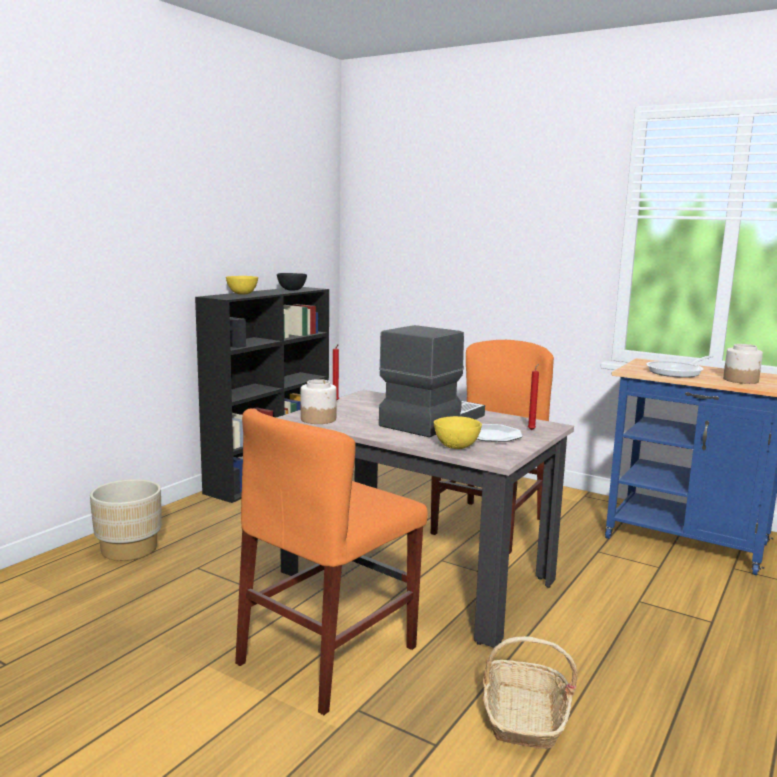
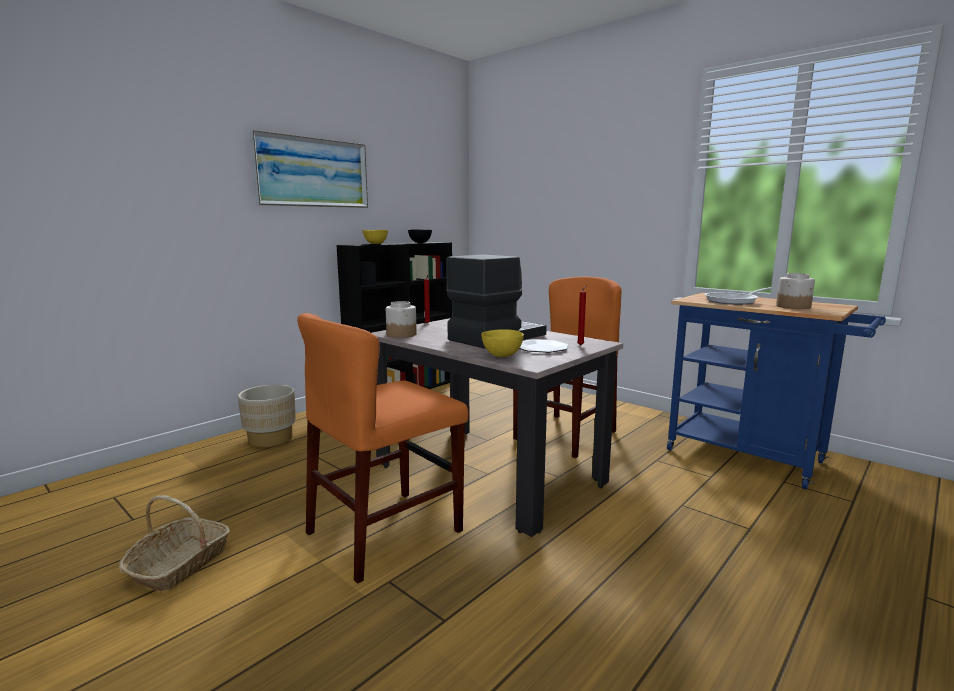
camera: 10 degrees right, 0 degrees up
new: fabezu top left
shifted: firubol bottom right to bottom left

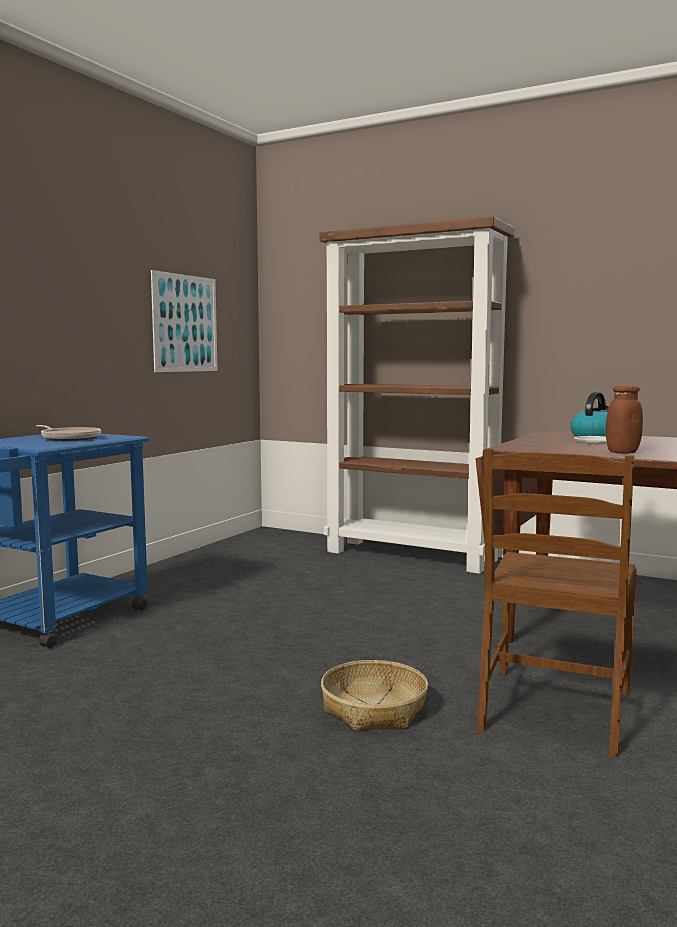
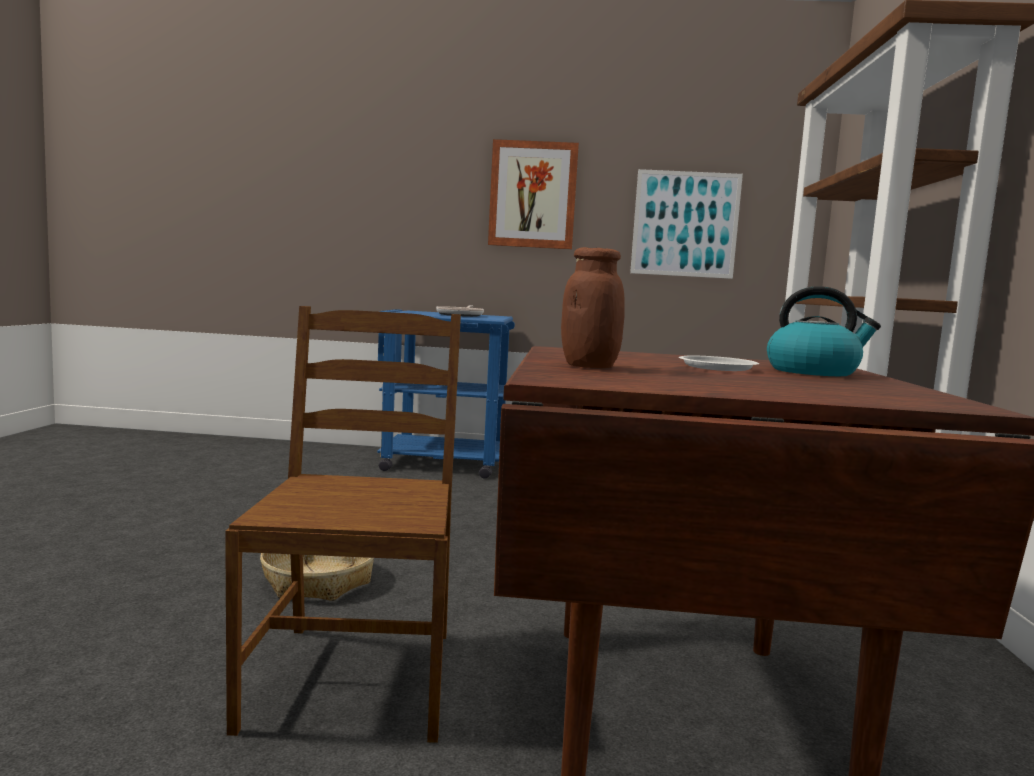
camera: 65 degrees right, 0 degrees up
new: fabezu (no. 1 from left) top centre
rotated: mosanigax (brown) middle right = bottom left 90 degrees clockwise

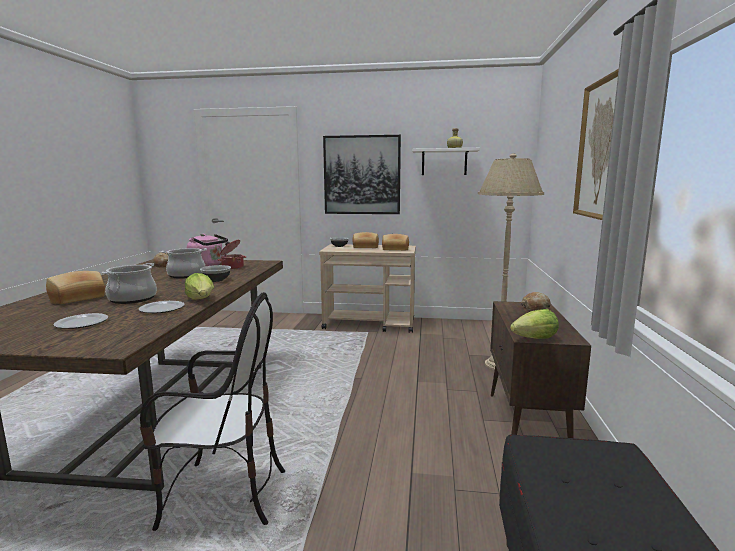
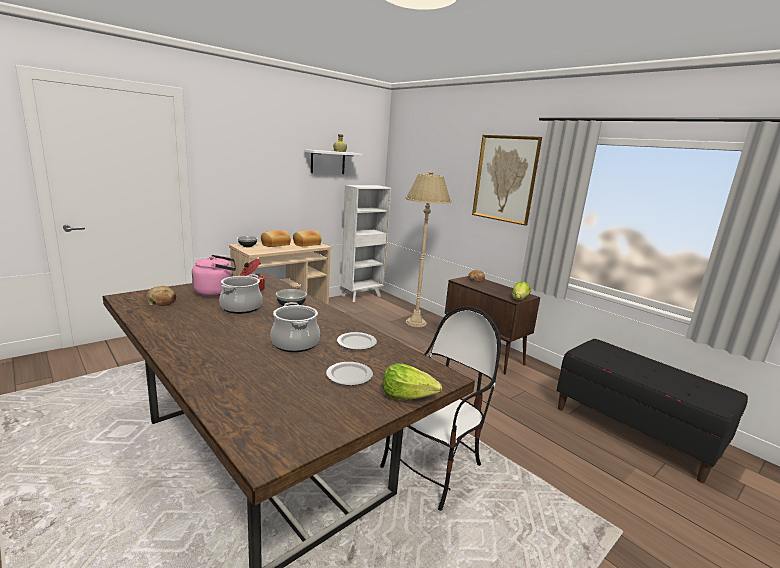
camera: 50 degrees left, 5 degrees up
gone: fabezu (no. 1 from left) top centre; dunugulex (no. 1 from left) middle left
new: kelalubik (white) centre
shifted: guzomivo (no. 1 from left) middle left to bottom centre

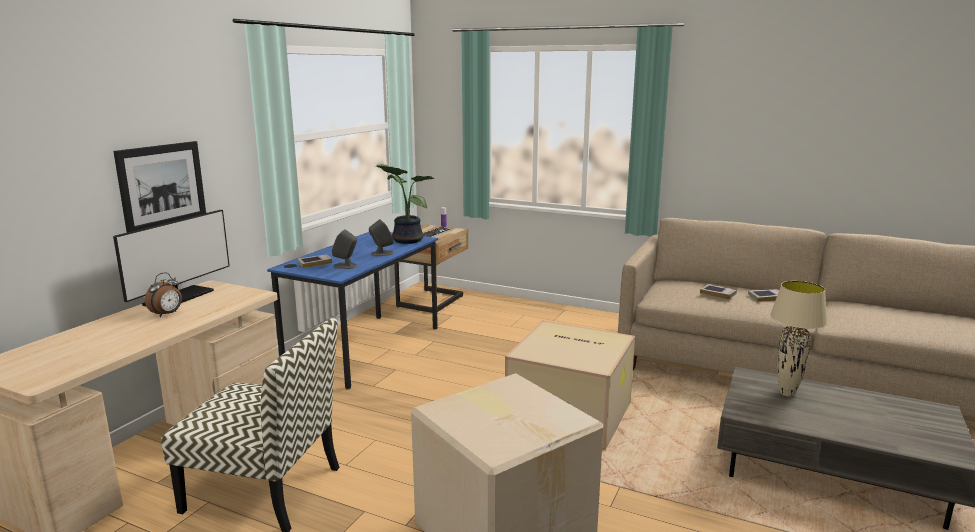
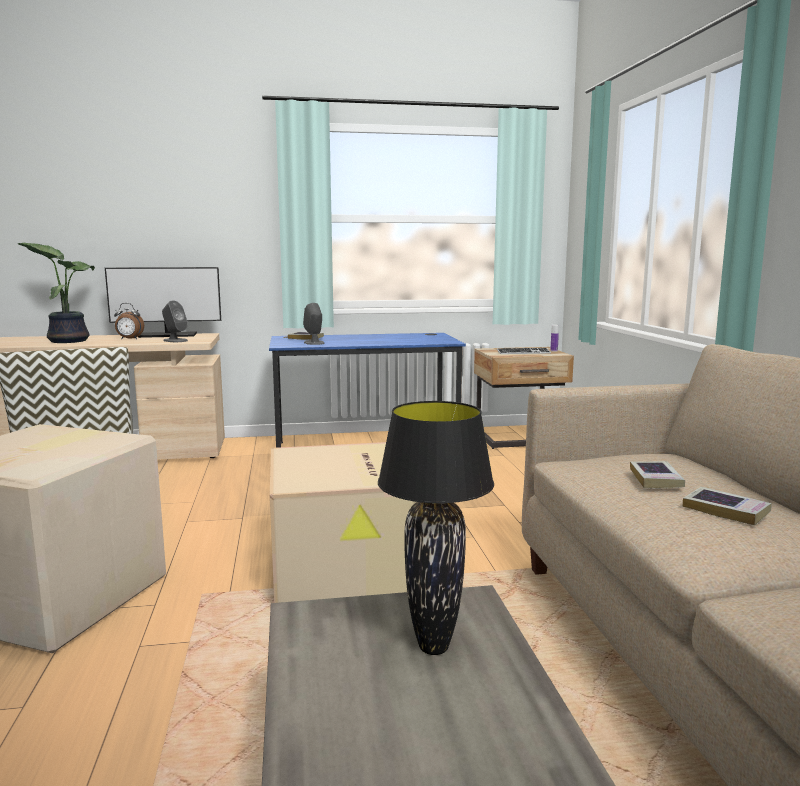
camera: 55 degrees right, 5 degrees down
gone: fabezu middle left
shifted: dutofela centre to middle left; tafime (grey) (no. 2 from left in the first image) centre to tafime (grey) (no. 1 from left) middle left
repainted: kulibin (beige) middle right to kulibin (black) bottom centre

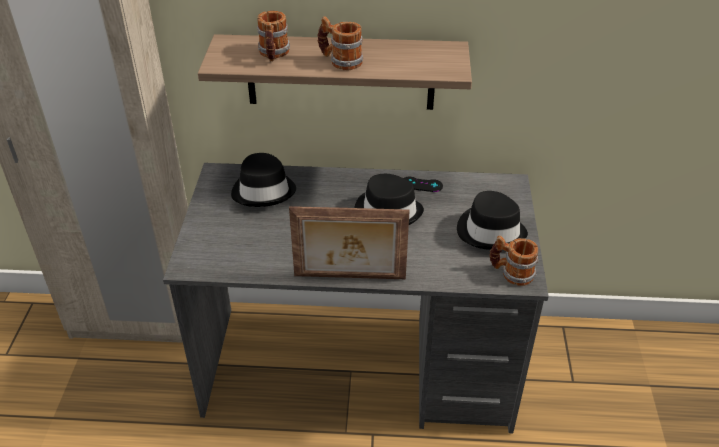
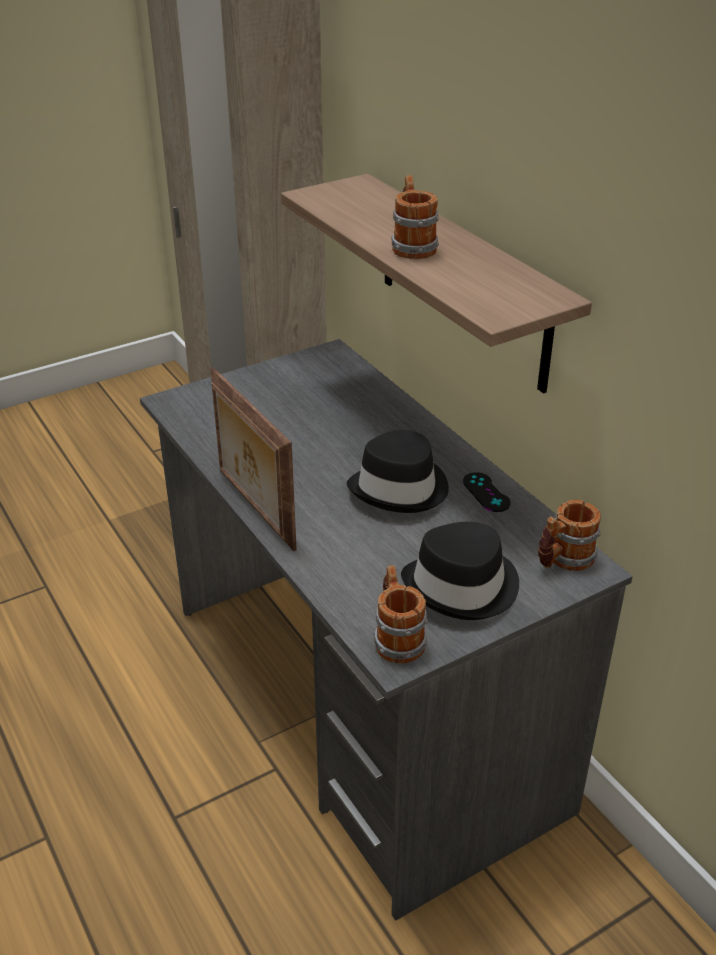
camera: 55 degrees right, 5 degrees down
gone: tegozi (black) (no. 1 from left) centre
shifted: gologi (no. 1 from left in the first image) top centre to gologi (no. 3 from left) middle right

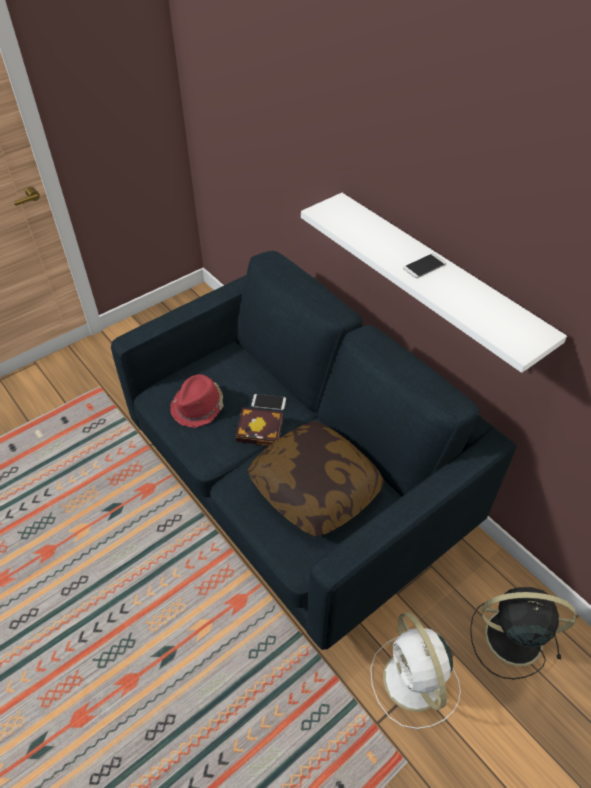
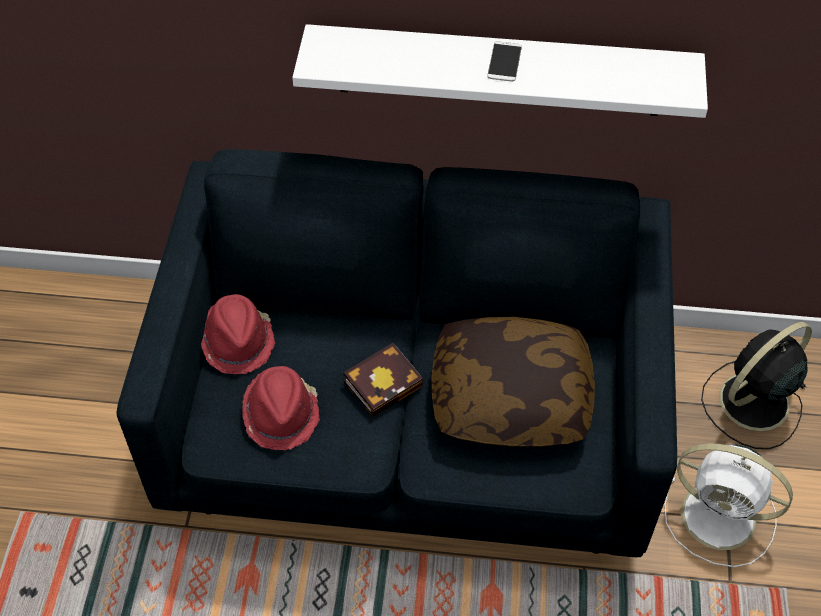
camera: 45 degrees left, 5 degrees up
gone: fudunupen (no. 1 from left) centre
new: tegozi (red) (no. 1 from left) middle left

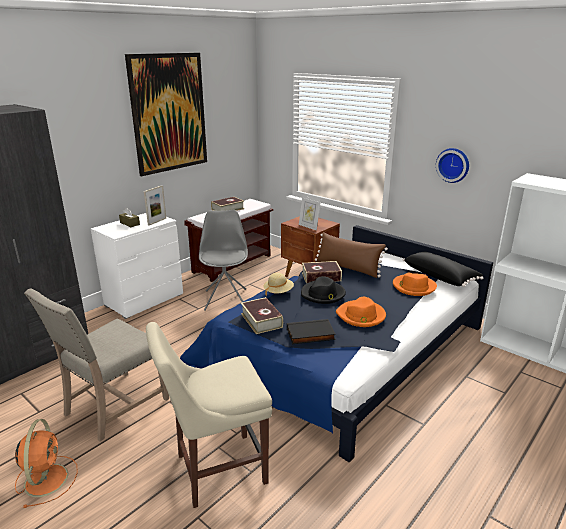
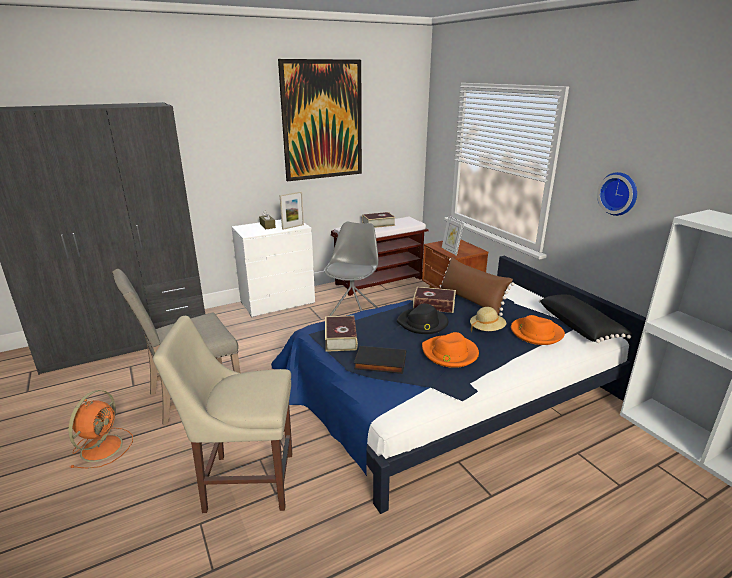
camera: 20 degrees right, 0 degrees up
shifted: tegozi (beige) centre to middle right

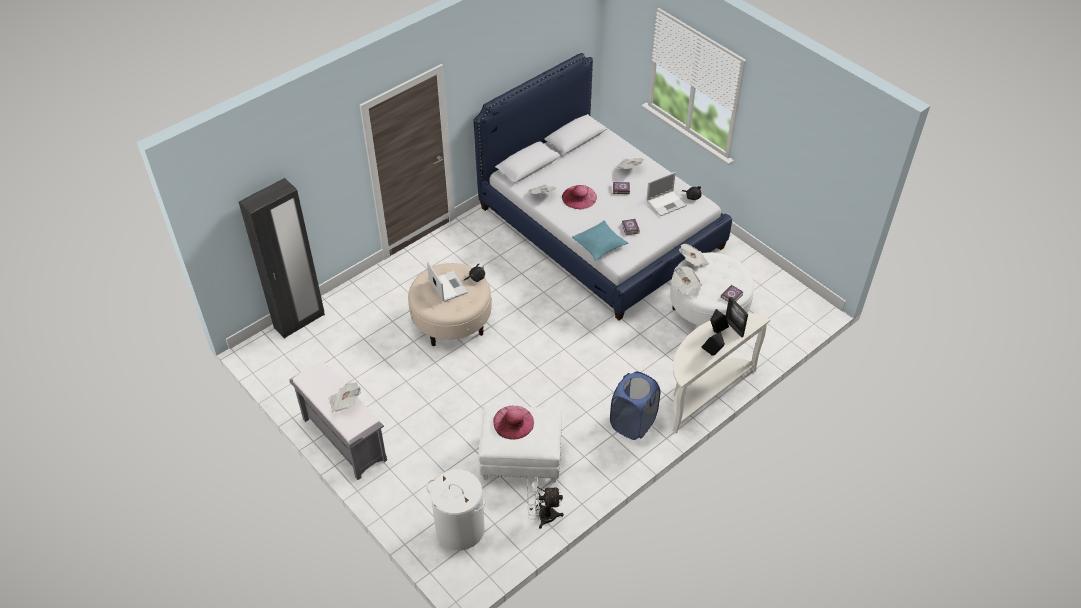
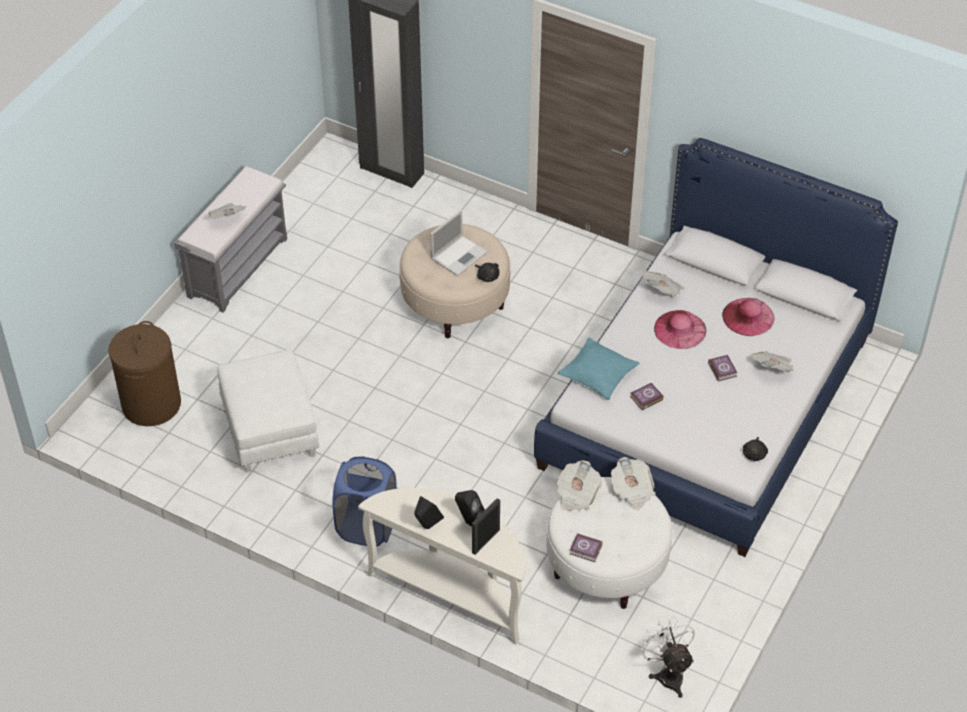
camera: 70 degrees right, 0 degrees up
gone: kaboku (no. 2 from left) top centre
shifted: tegozi (pink) (no. 1 from left in the first image) bottom centre to tegozi (pink) (no. 2 from left) middle right; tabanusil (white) bottom centre to bottom right
repainted: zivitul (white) bottom centre to zivitul (brown) middle left

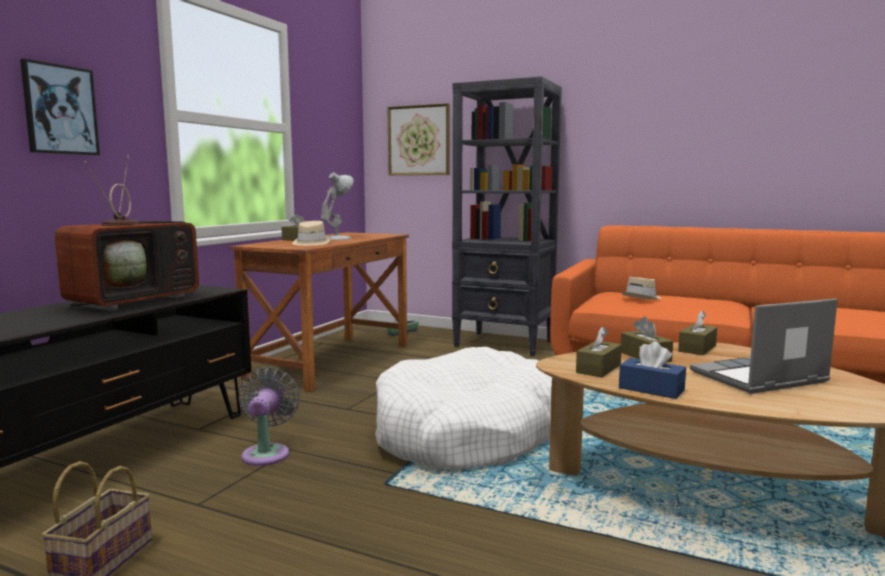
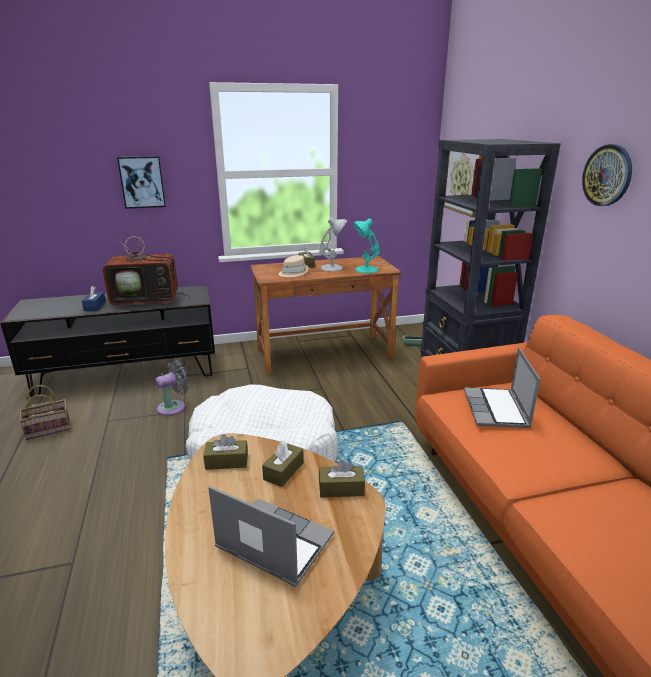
camera: 50 degrees right, 15 degrees up
new: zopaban top right; kulibin (turquoise) centre
shifted: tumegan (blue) middle right to middle left
swapped: tegozi (beige) (no. 2 from left) middle right to kaboku (no. 2 from left) middle right

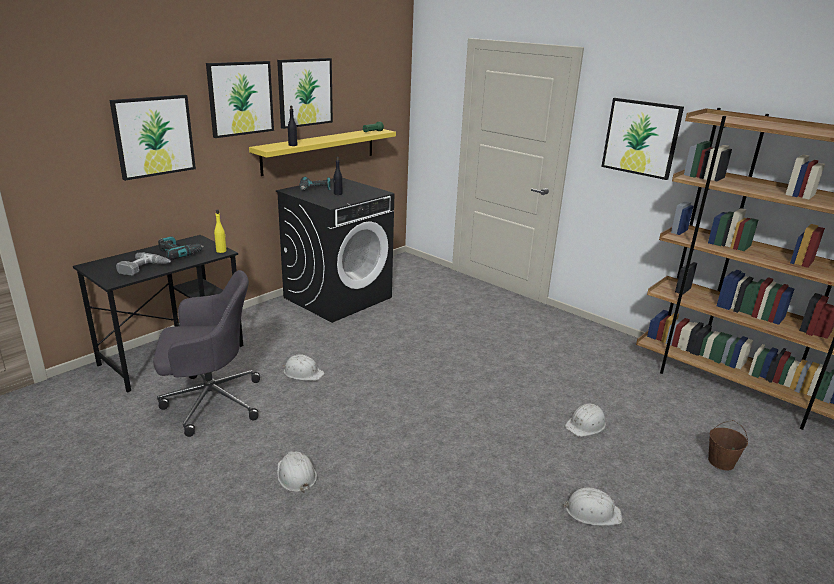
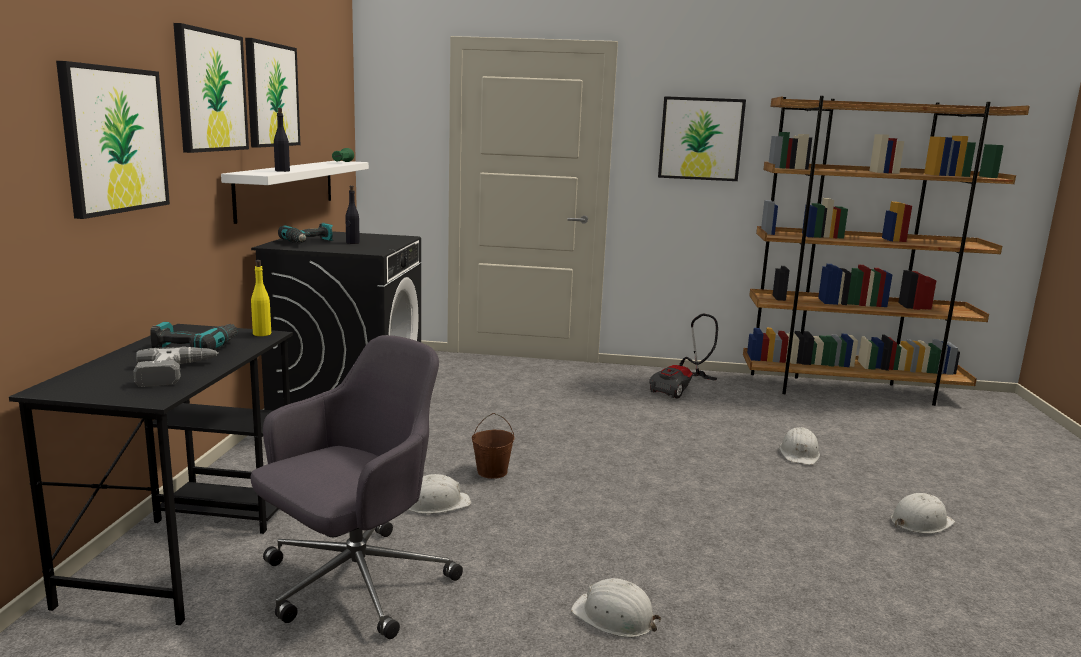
camera: 35 degrees left, 10 degrees down
new: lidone centre
shifted: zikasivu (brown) bottom right to bottom centre
repainted: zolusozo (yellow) top centre to zolusozo (white) top left

